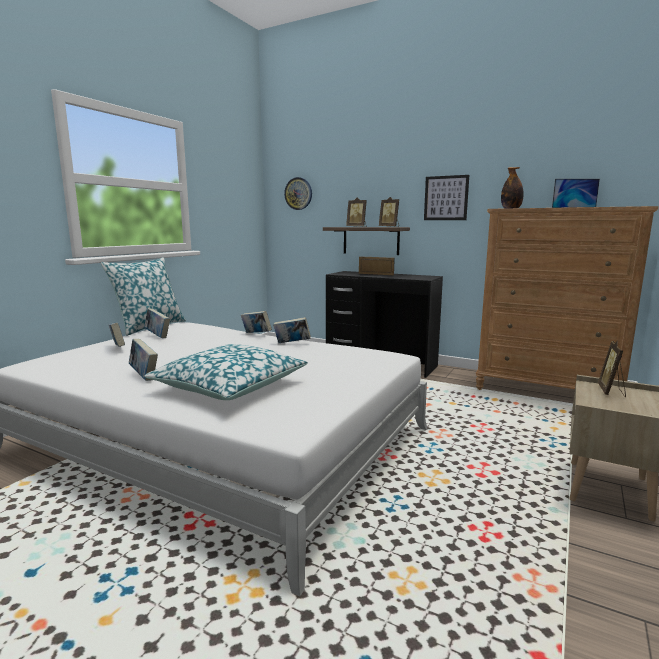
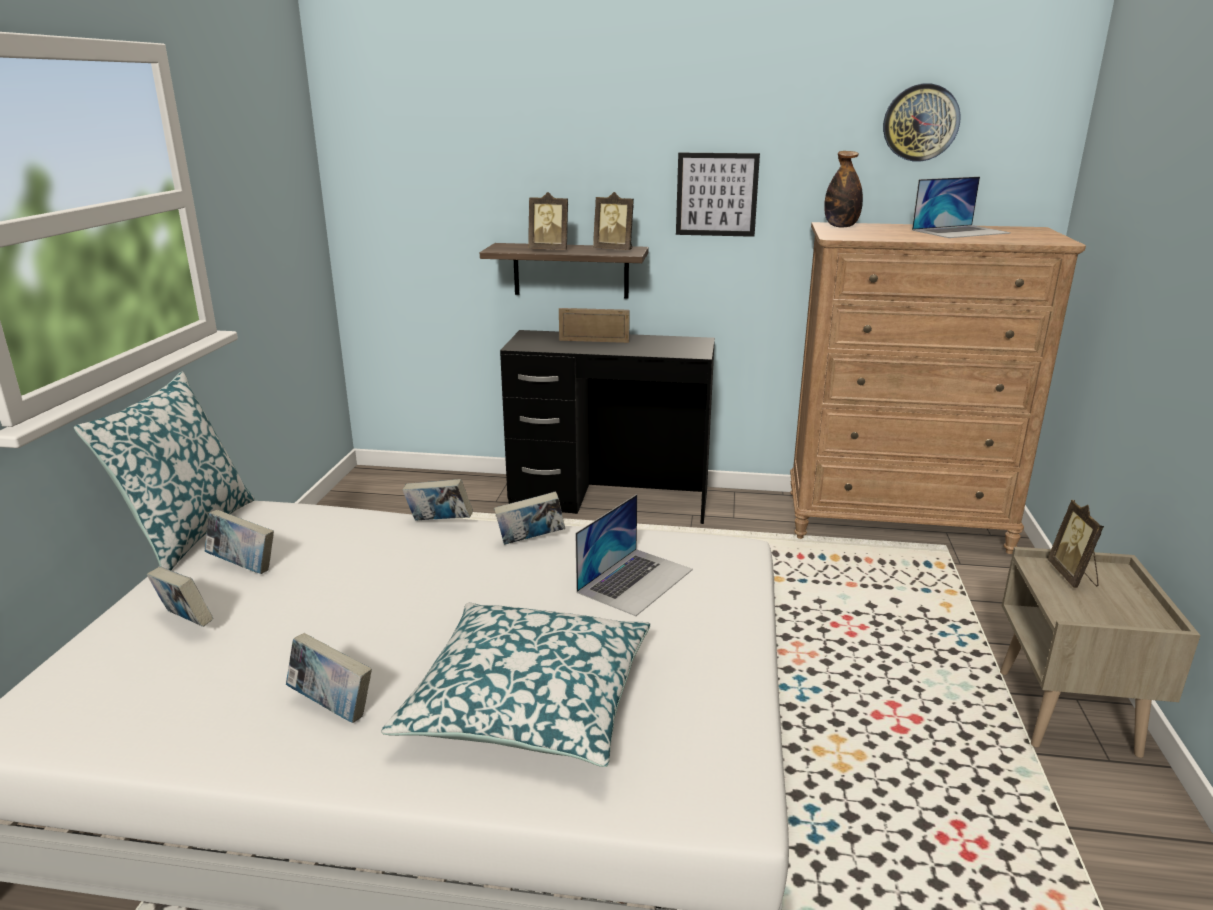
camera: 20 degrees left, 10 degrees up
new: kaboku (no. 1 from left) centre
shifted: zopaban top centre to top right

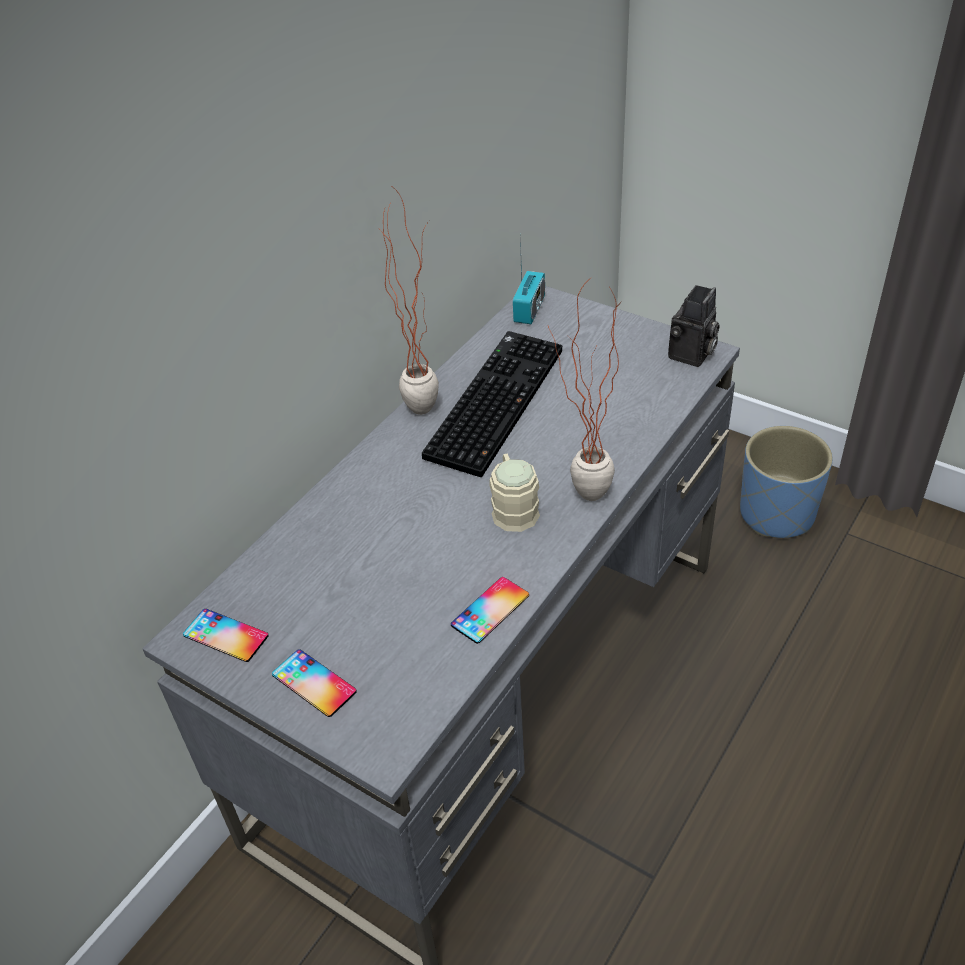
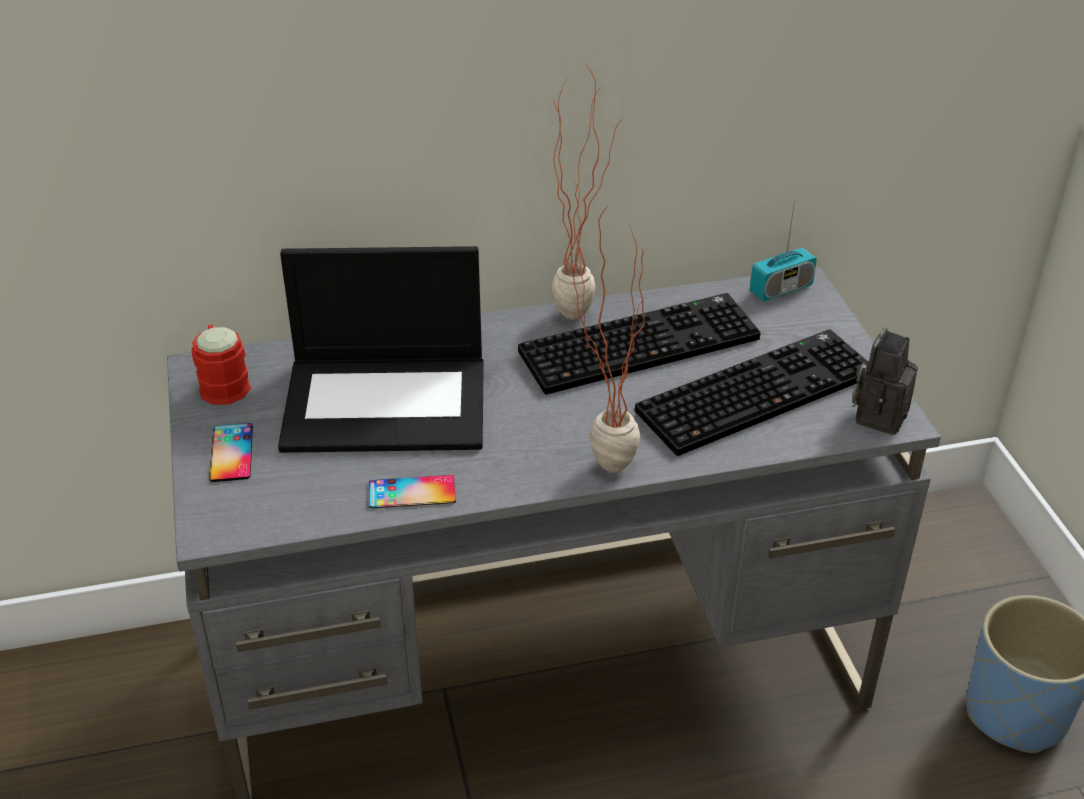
camera: 40 degrees right, 5 degrees down
gone: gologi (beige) centre
new: kaboku centre; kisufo (no. 2 from left) middle right
swapped: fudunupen (no. 1 from left) middle left to gologi (red) middle left
rotated: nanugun middle right = middle right 135 degrees clockwise

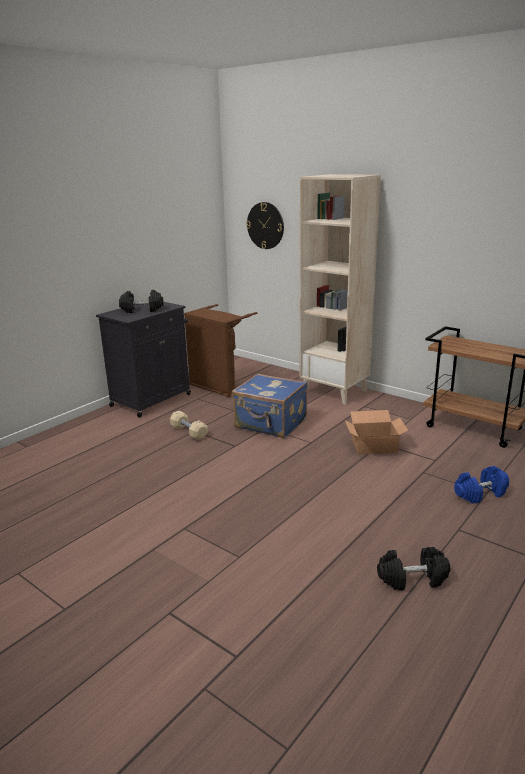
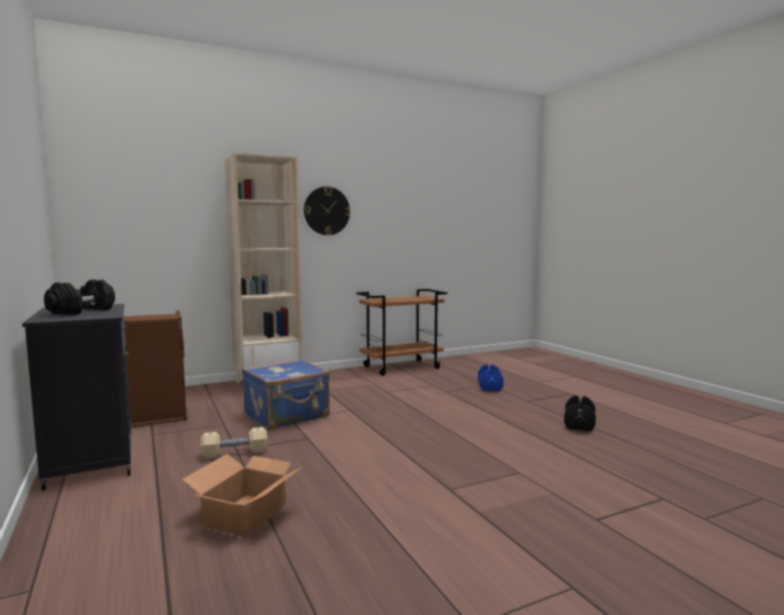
camera: 65 degrees left, 15 degrees down
shifted: zopaban top centre to centre; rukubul middle right to bottom left

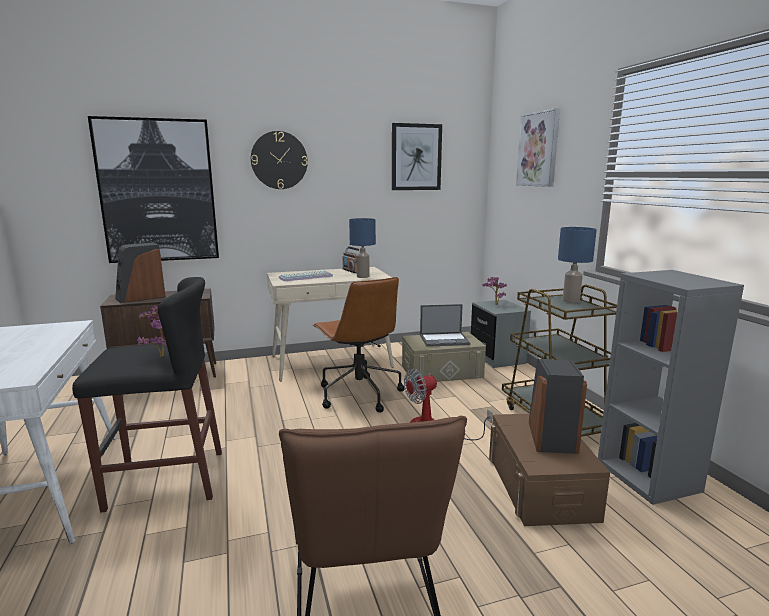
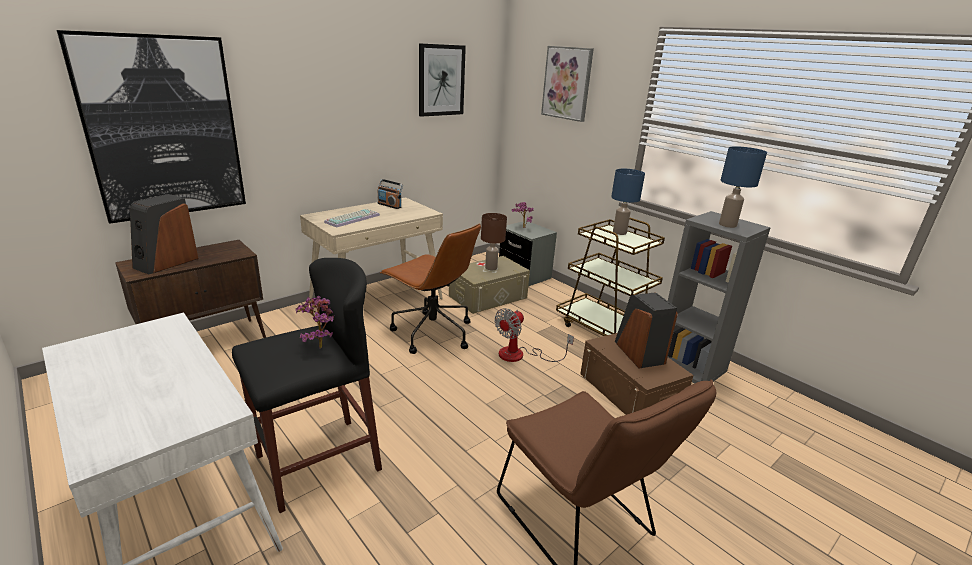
camera: 25 degrees left, 10 degrees up
gone: zopaban top centre
shifted: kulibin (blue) (no. 1 from left in the first image) centre to kulibin (blue) (no. 2 from left) top right
swapped: kaboku centre to kulibin (brown) centre

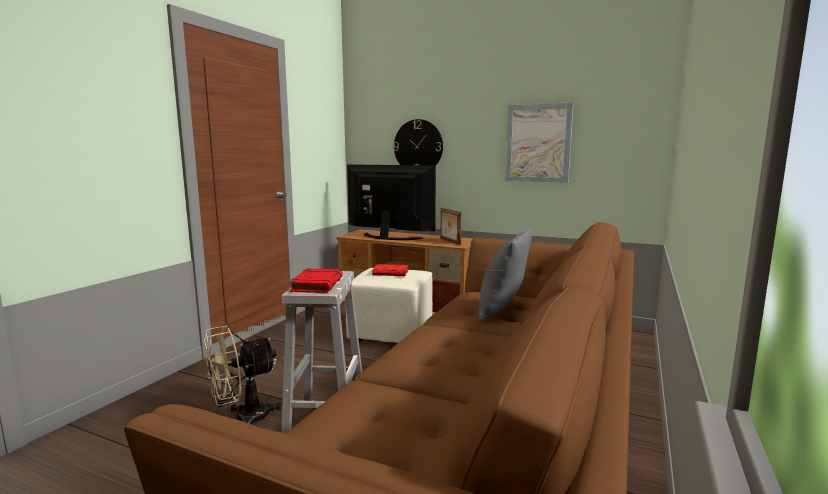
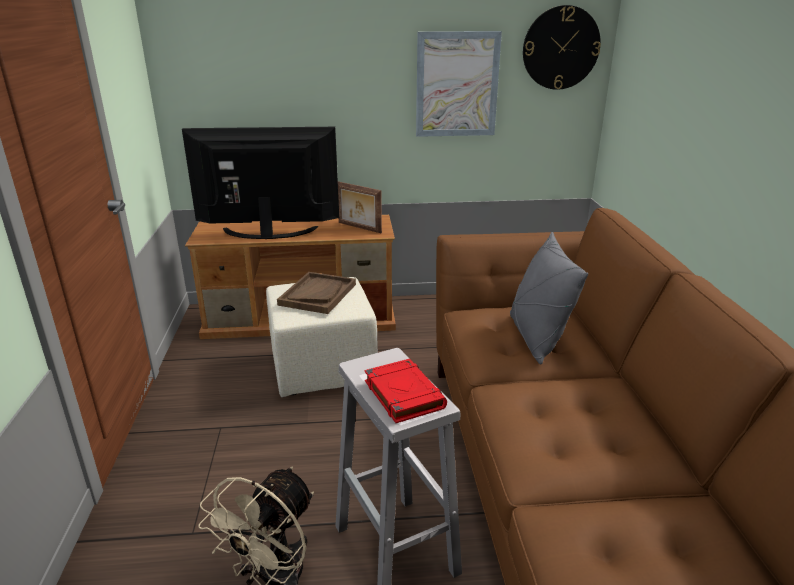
camera: 30 degrees left, 15 degrees up
shifted: zopaban top centre to top right
swapped: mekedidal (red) (no. 2 from left) centre to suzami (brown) centre

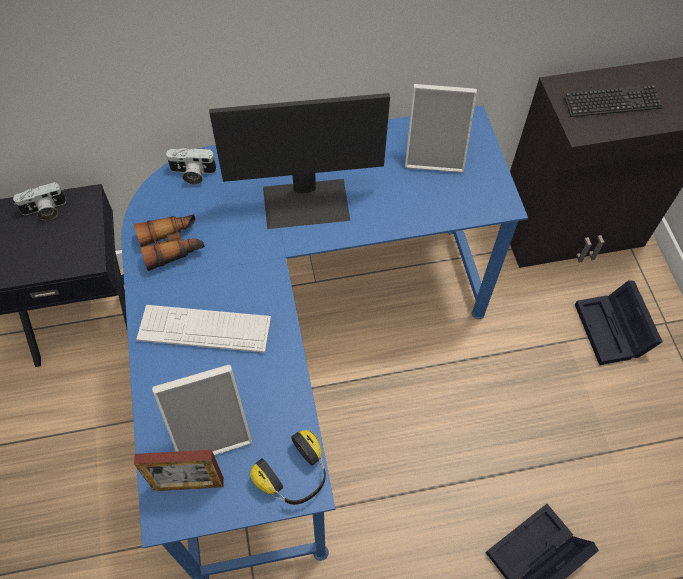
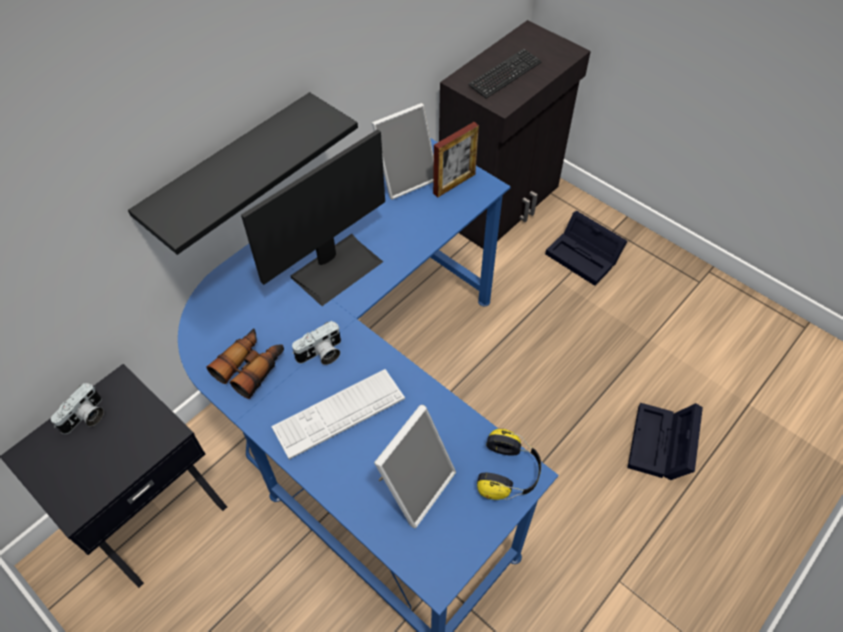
camera: 35 degrees left, 5 degrees down
new: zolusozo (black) top left
shifted: nanugun (no. 2 from left) top left to centre; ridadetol (no. 1 from left in the first image) bottom left to ridadetol (no. 3 from left) top centre

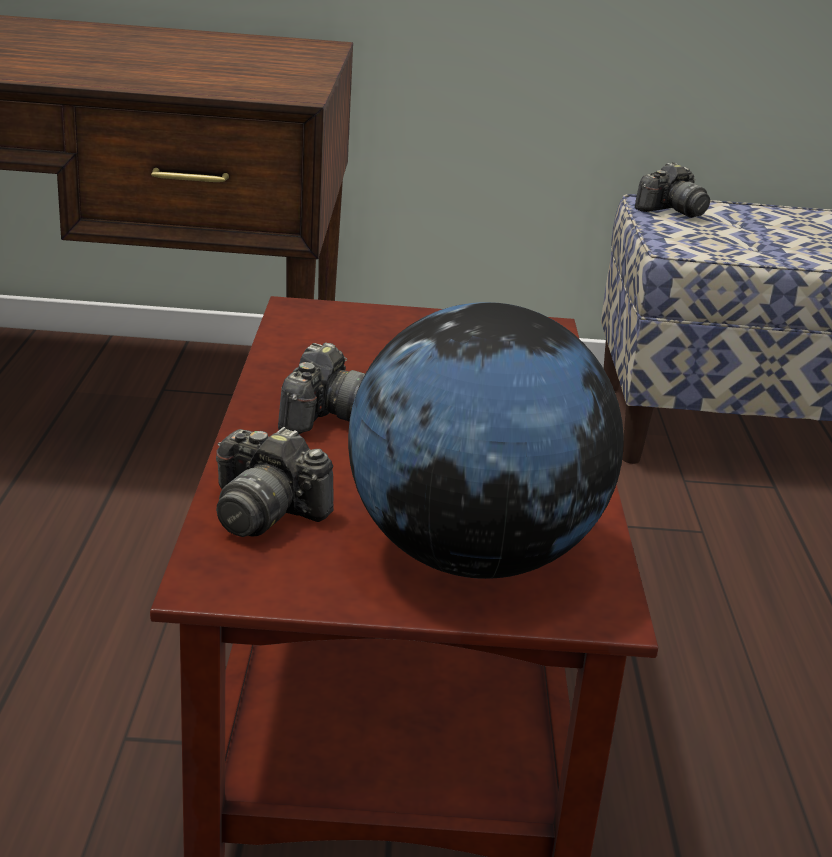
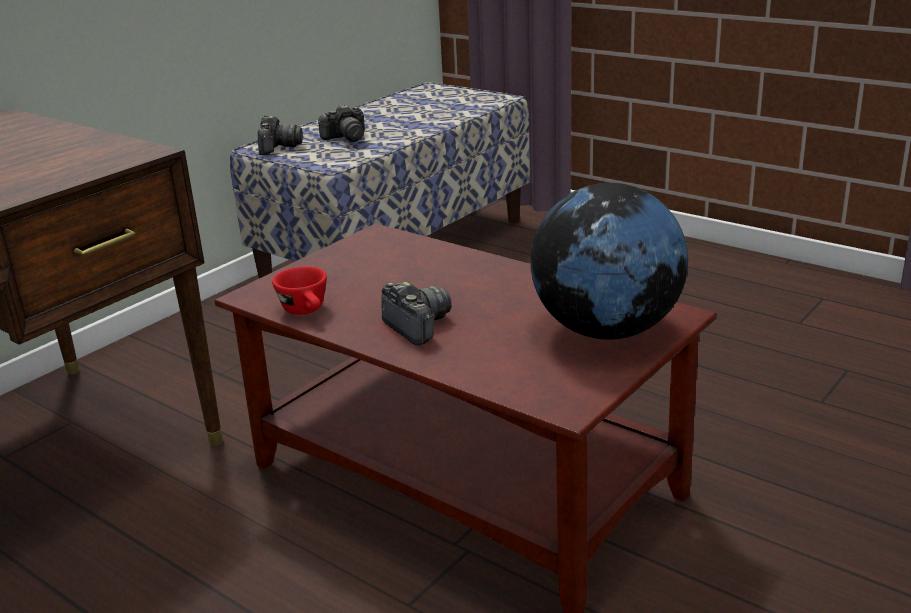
camera: 50 degrees left, 0 degrees up
new: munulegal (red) middle left
shifted: nanugun (no. 1 from left in the first image) middle left to nanugun (no. 2 from left) top centre

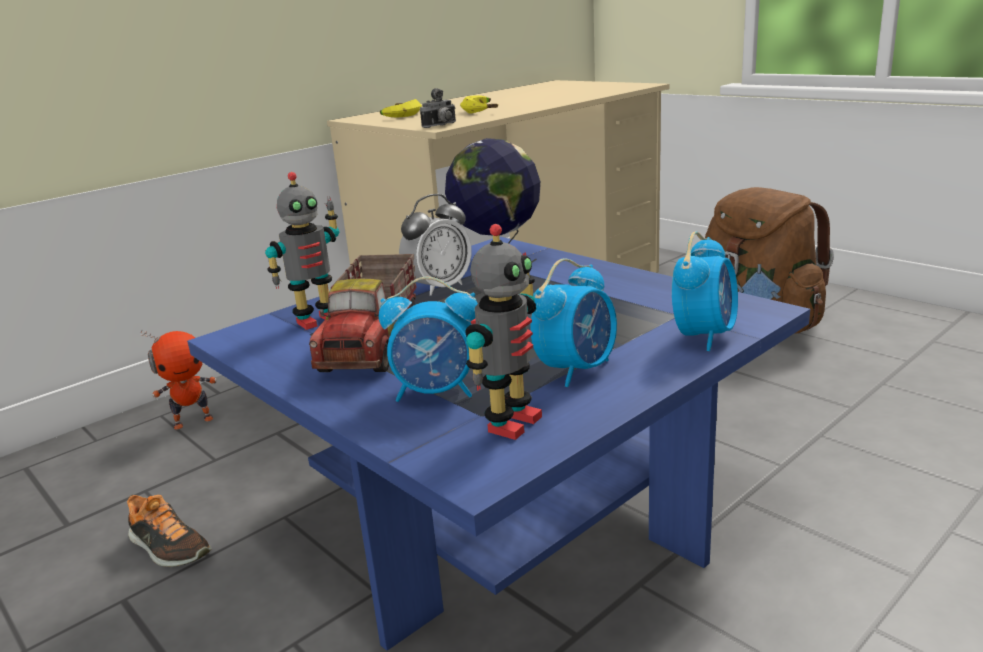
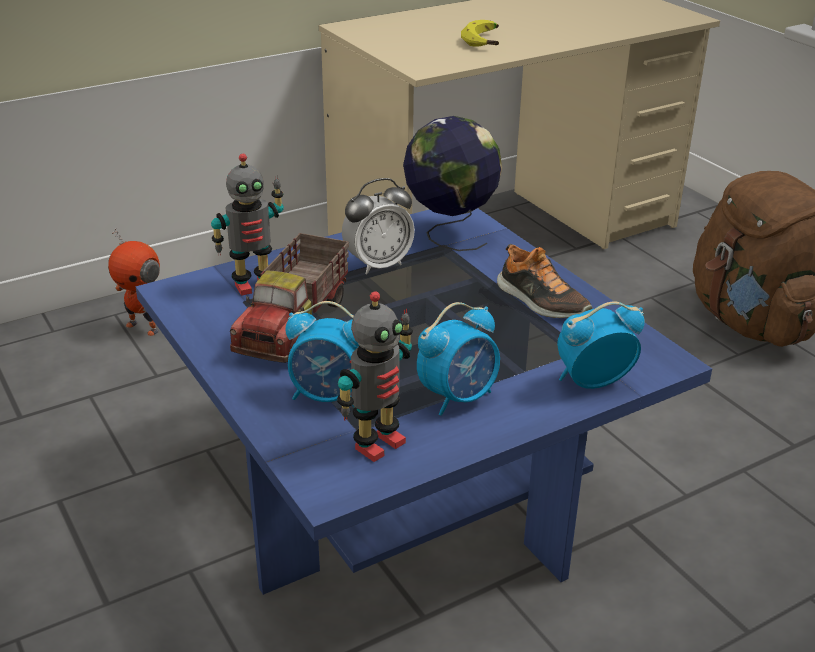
camera: 10 degrees right, 10 degrees up
gone: nanugun top centre; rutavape (no. 1 from left) top centre
shifted: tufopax bottom left to middle right
rotated: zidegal (no. 4 from left) middle right = middle right 150 degrees counterclockwise; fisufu (no. 1 from left) middle left = middle left 45 degrees clockwise

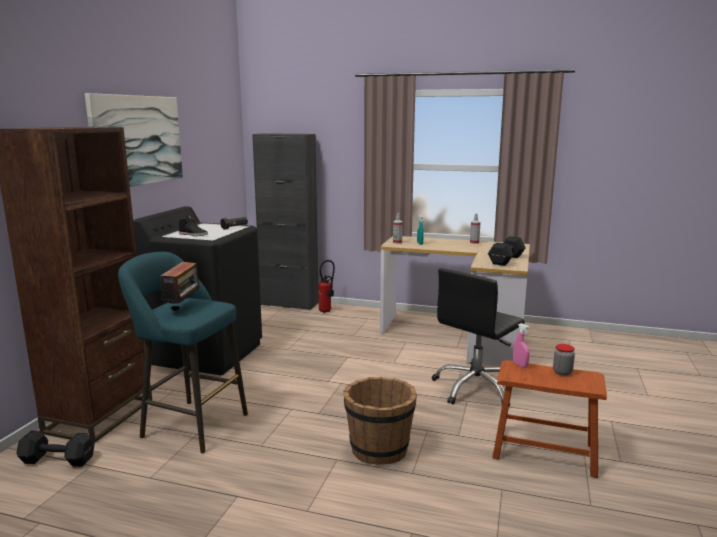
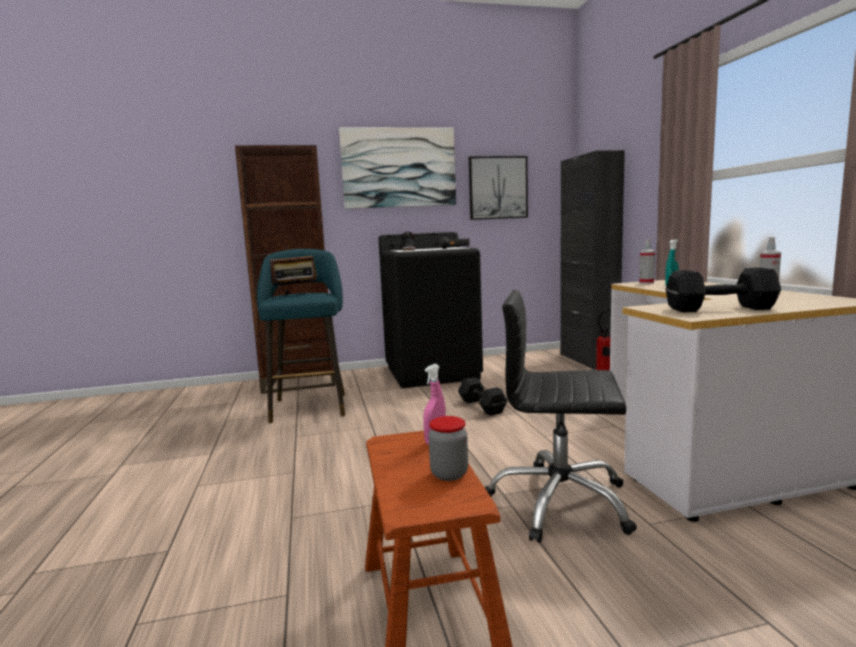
camera: 60 degrees right, 5 degrees down
gone: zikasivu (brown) bottom centre
new: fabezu (no. 2 from left) top centre
shifted: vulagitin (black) (no. 1 from left) bottom left to centre

